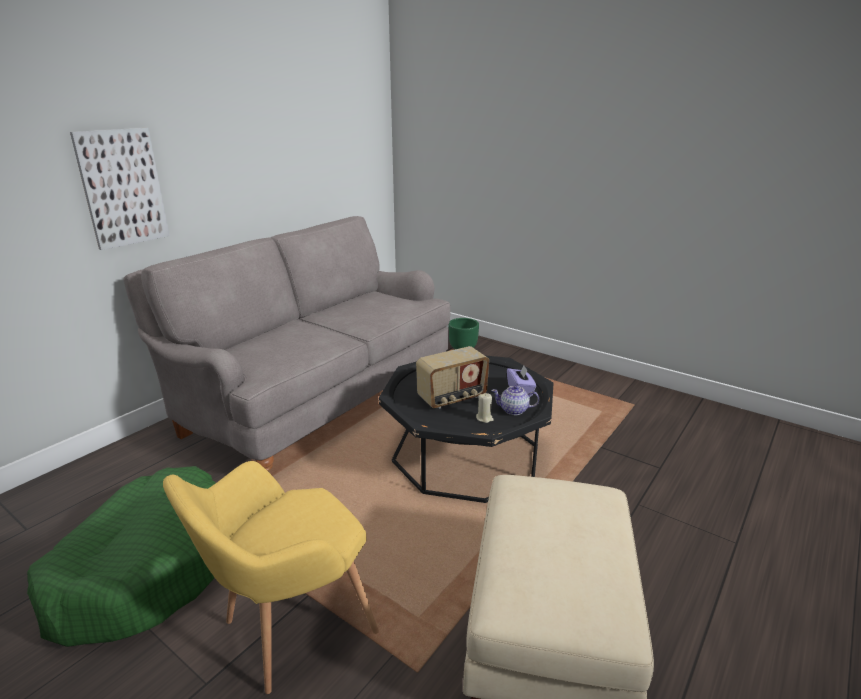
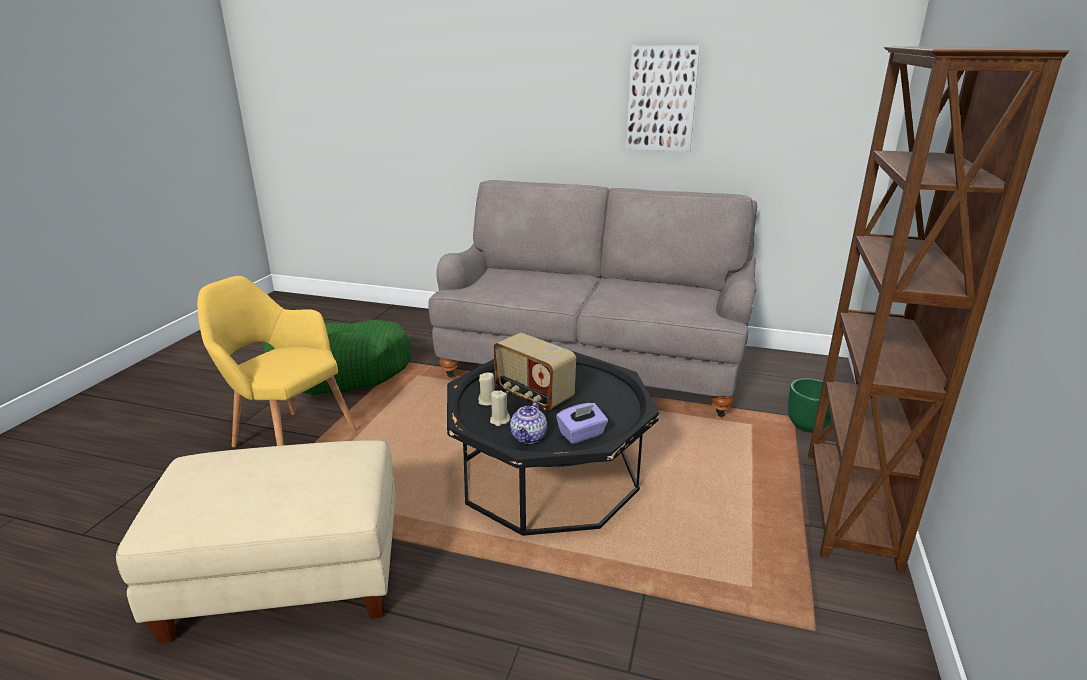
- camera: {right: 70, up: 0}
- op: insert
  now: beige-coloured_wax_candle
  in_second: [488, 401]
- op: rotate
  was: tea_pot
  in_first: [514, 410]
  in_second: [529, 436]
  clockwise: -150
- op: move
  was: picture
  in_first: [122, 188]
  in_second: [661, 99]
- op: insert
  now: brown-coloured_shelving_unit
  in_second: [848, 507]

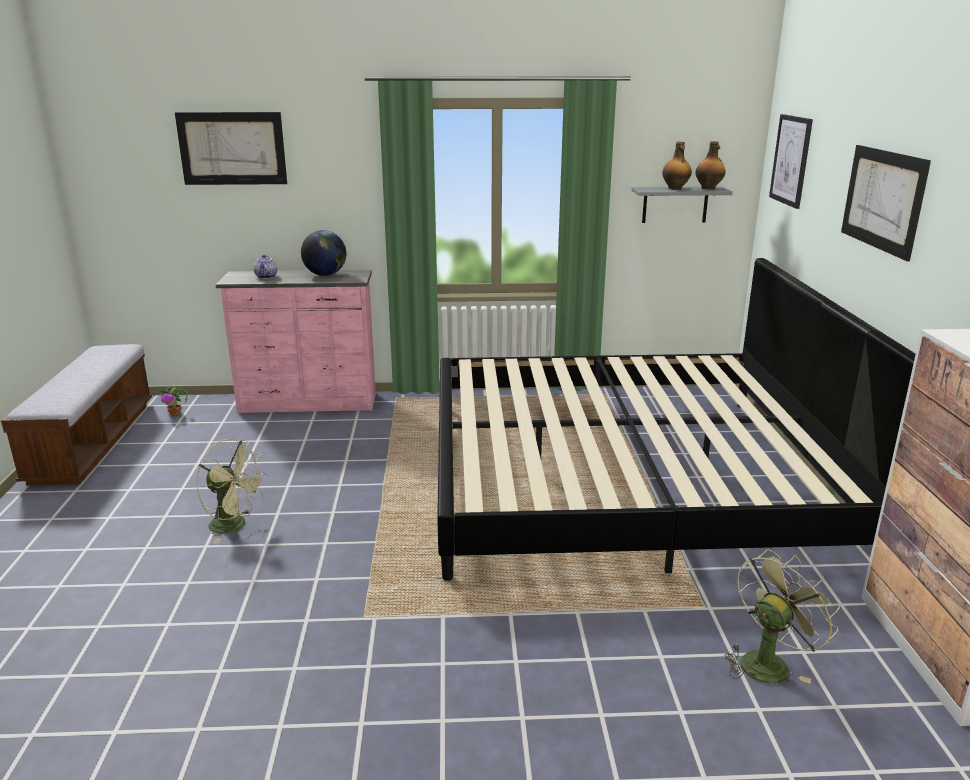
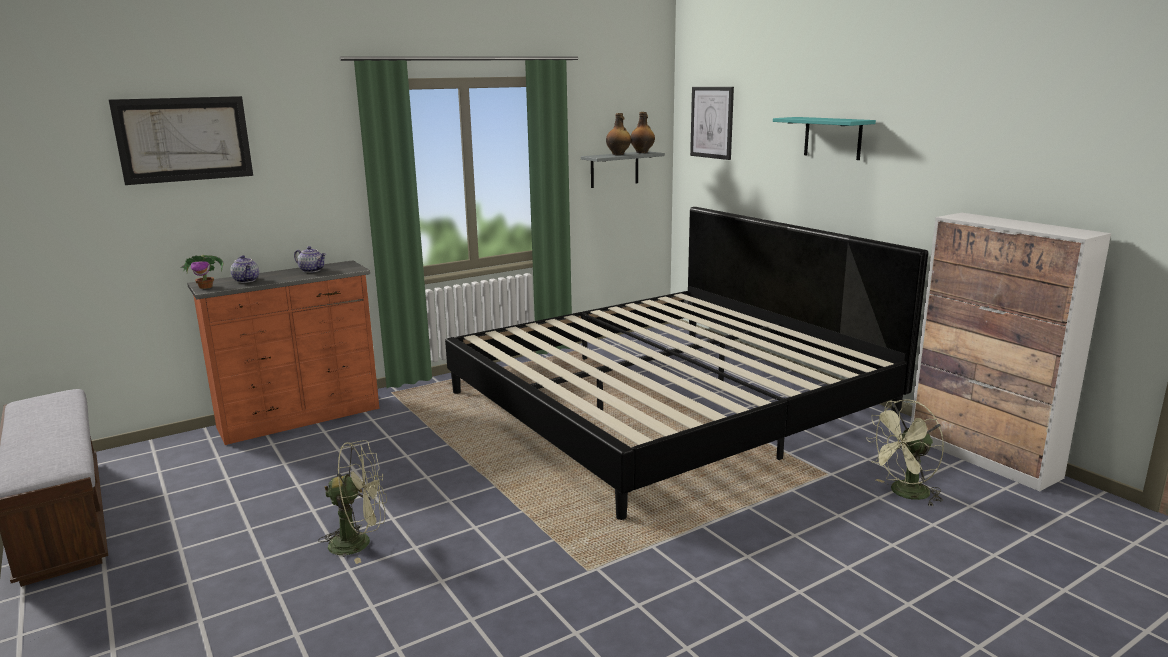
- camera: {right: -30, up: -5}
- op: move
  was: potted_plant
  in_first: [175, 413]
  in_second: [206, 287]
- op: recolor
  was: pinkish_chest_of_drawers
  now: orange_chest_of_drawers
  in_first: [308, 403]
  in_second: [301, 418]
- op: replace
  was: desk_globe
  now: tea_pot
  in_first: [325, 275]
  in_second: [312, 270]
- op: replace
  was: picture
  now: turquoise_wall_shelf
  in_first: [882, 199]
  in_second: [832, 138]
- op: rotate
  was: green-coloured_cooling_fan
  in_first: [768, 661]
  in_second: [904, 494]
  clockwise: -135

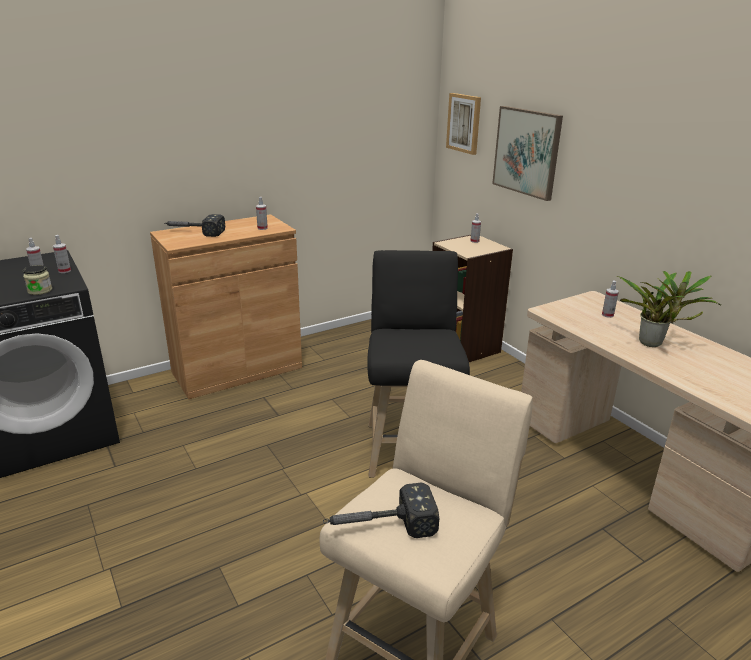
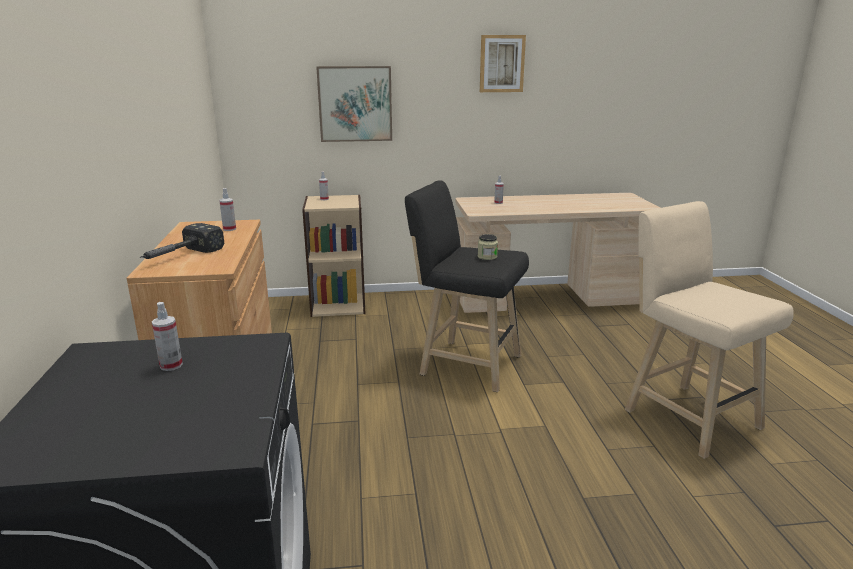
- camera: {right: -65, up: -5}
- op: move
  was: preserve_jar
  in_first: [40, 290]
  in_second: [487, 257]
- op: move
  was: picture
  in_first: [464, 123]
  in_second: [501, 63]
- op: delete
  was: spray_bottle
  in_first: [64, 271]
- op: delete
  was: tool_hammer
  in_first: [378, 526]
- op: delete
  was: potted_plant
  in_first: [653, 344]

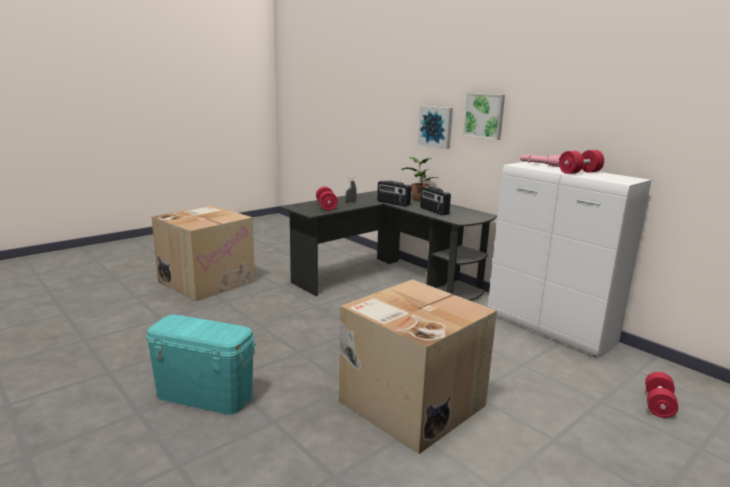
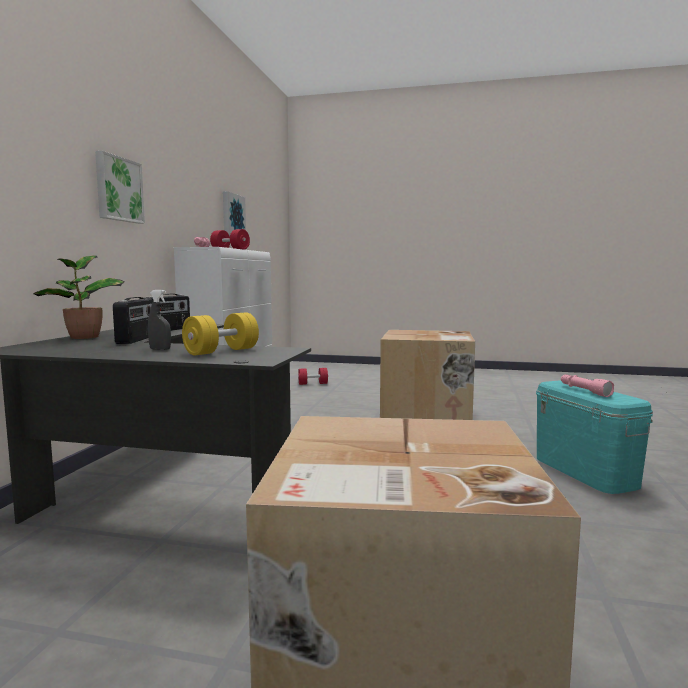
- camera: {right: -125, up: -10}
- op: recolor
  was: reddish_dumbbell
  now: yellow_dumbbell
  in_first: [326, 206]
  in_second: [221, 351]
- op: move
  was: picture
  in_first: [436, 126]
  in_second: [232, 215]
- op: insert
  now: pinkish_torch
  in_second: [584, 391]

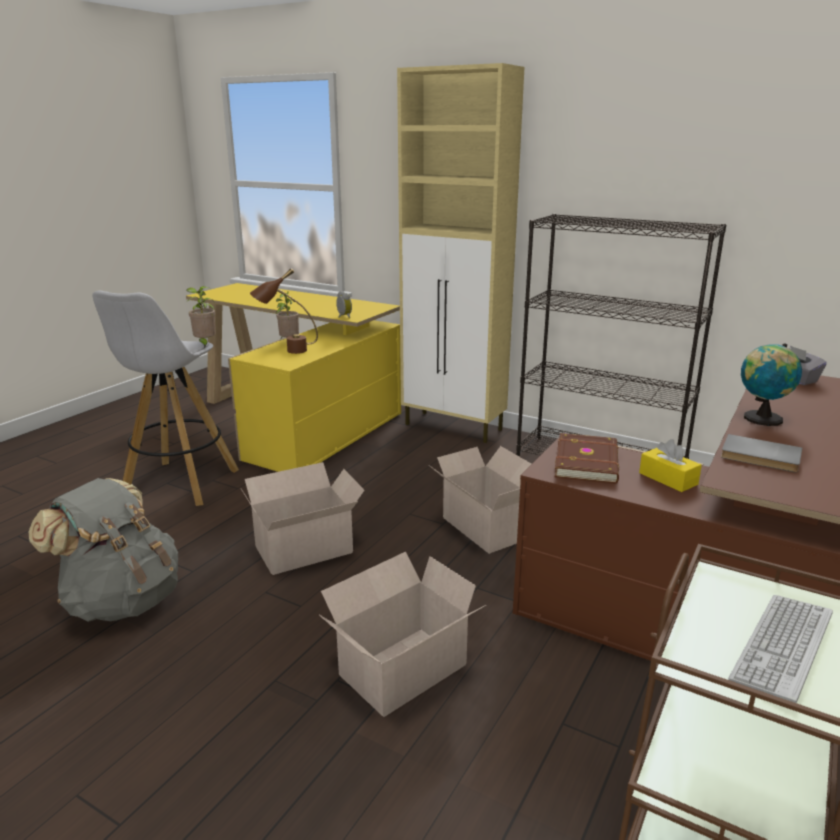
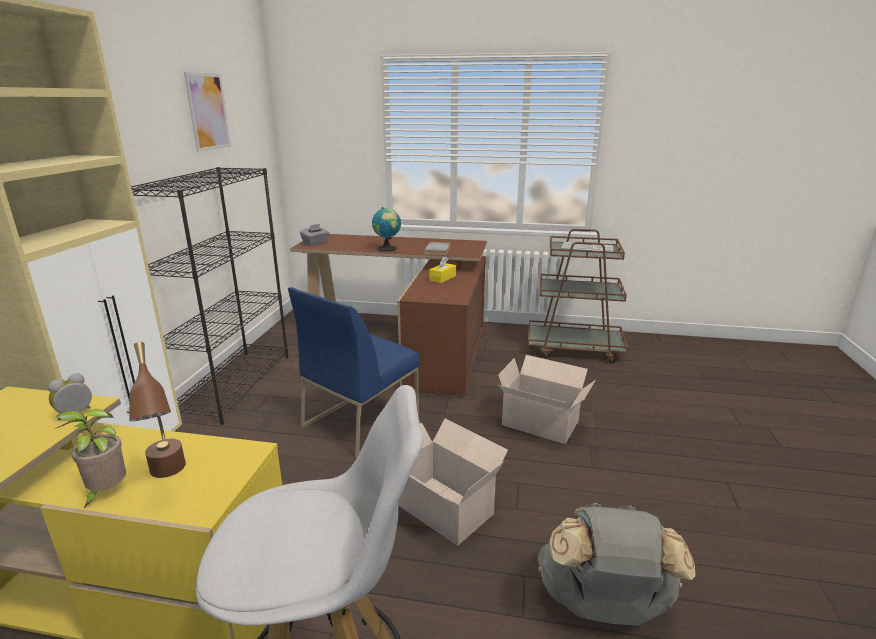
- camera: {right: -110, up: 0}
- op: insert
  now: picture
  in_second: [208, 112]
- op: replace
  was: cardboard_box
  now: blue_upright_chair
  in_first: [485, 526]
  in_second: [361, 421]
- op: delete
  was: potted_plant
  in_first: [205, 344]
- op: delete
  was: brown-coloured_bound_book
  in_first: [588, 462]

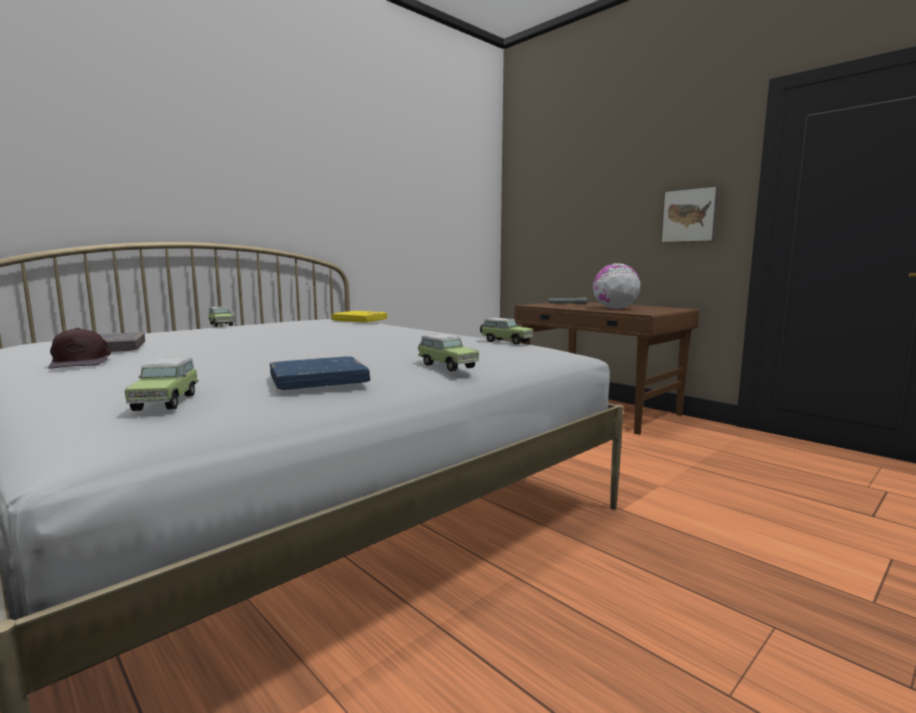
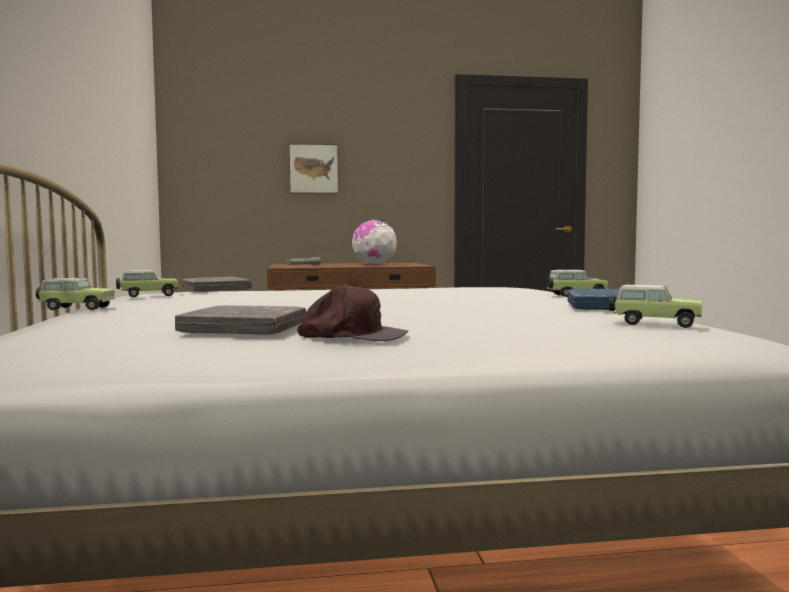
- camera: {right: -55, up: -5}
- op: move
  was: miniature_car
  in_first: [505, 341]
  in_second: [147, 296]
- op: recolor
  was: yellow_bound_book
  now: grey_bound_book
  in_first: [359, 320]
  in_second: [216, 289]
- op: move
  was: picture
  in_first: [690, 215]
  in_second: [313, 169]

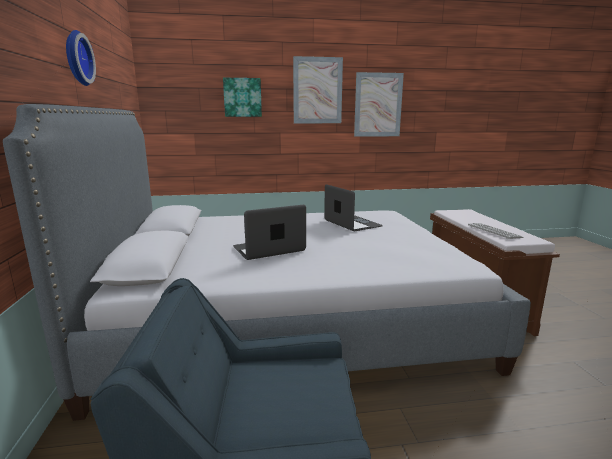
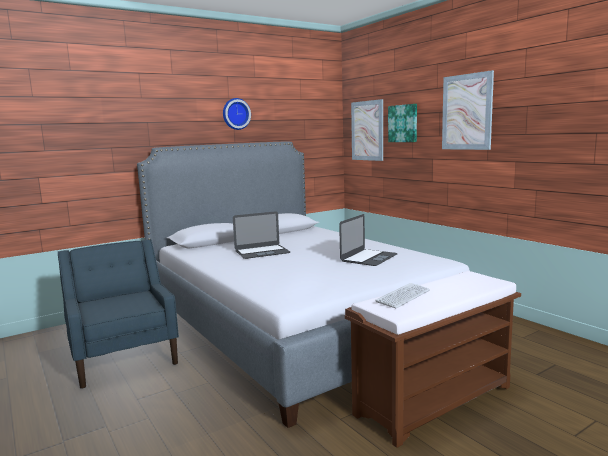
- camera: {right: 65, up: -5}
- op: rotate
  was: notebook_computer
  in_first: [269, 249]
  in_second: [262, 252]
  clockwise: 120
- op: move
  was: picture
  in_first: [378, 105]
  in_second: [367, 130]

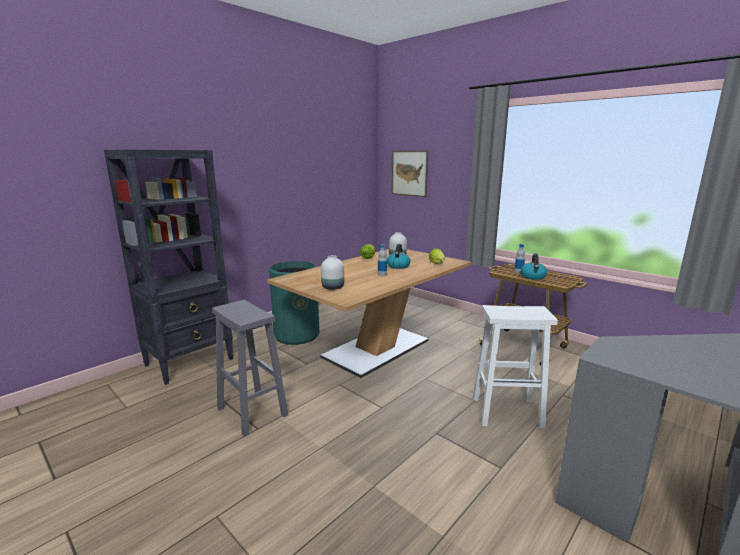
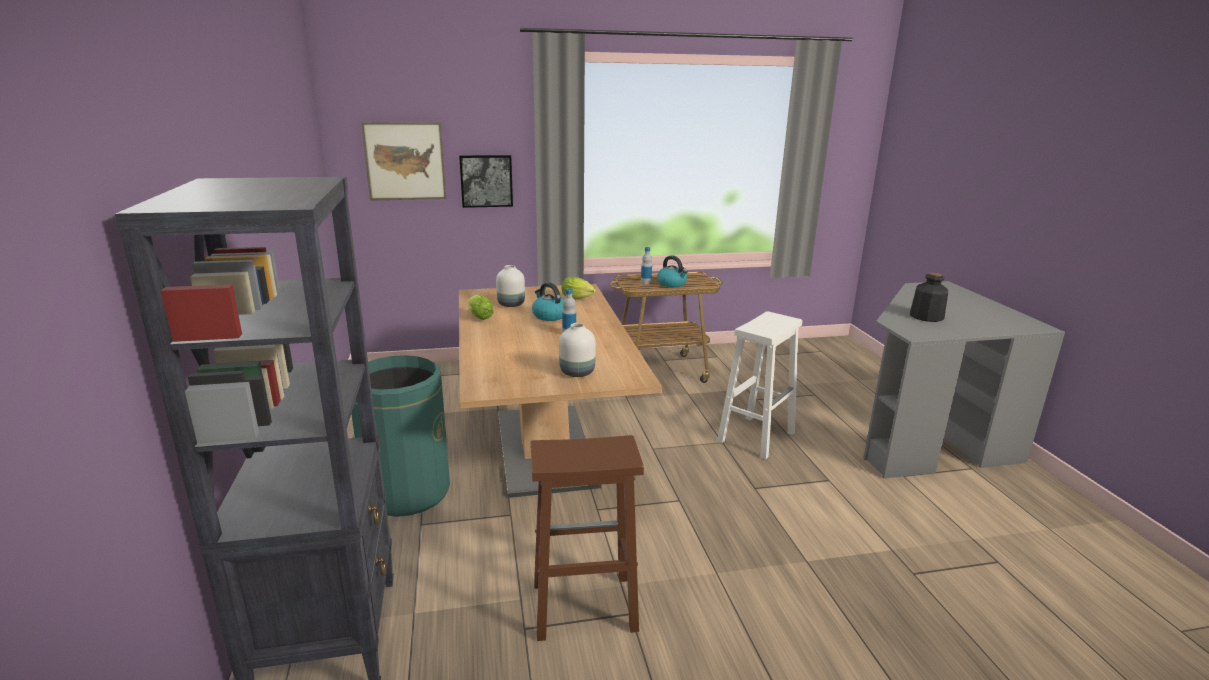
- camera: {right: -55, up: 5}
- op: insert
  now: picture
  in_second: [486, 180]
- op: recolor
  was: grey_sitting_stool
  now: brown-coloured_sitting_stool
  in_first: [251, 411]
  in_second: [582, 607]
- op: insert
  now: drink_bottle
  in_second: [926, 316]

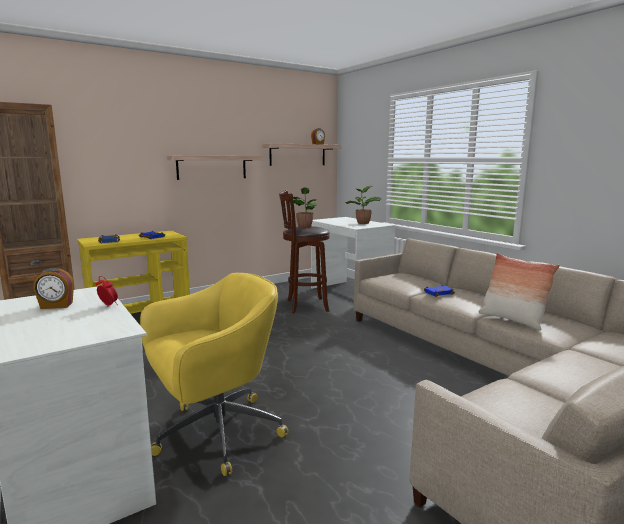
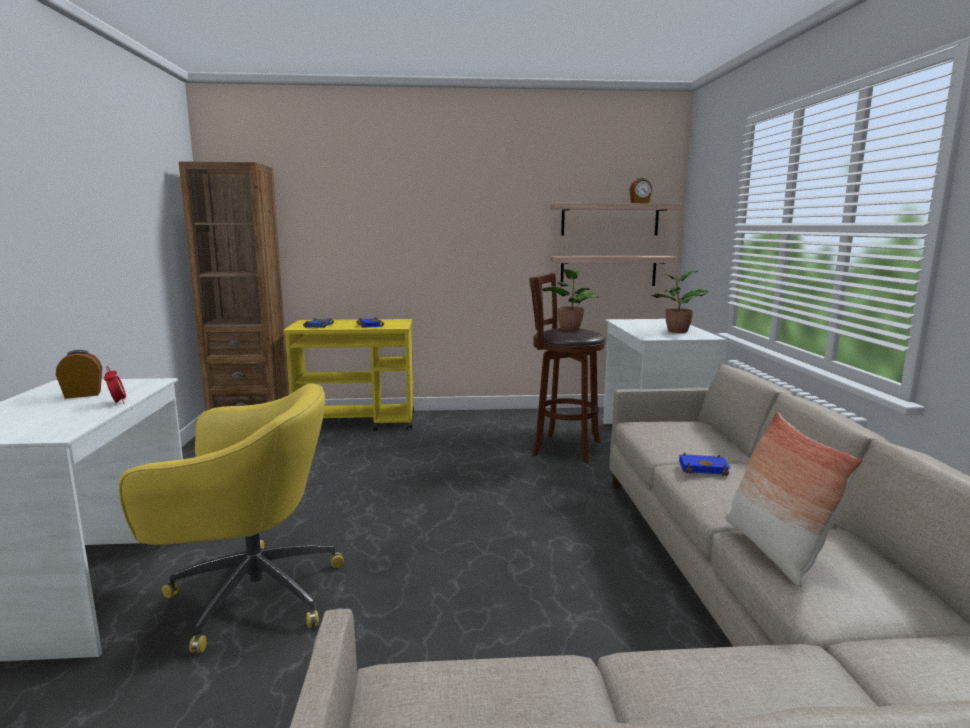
- camera: {right: 30, up: 0}
- op: rotate
  was: bedside_clock
  in_first: [56, 306]
  in_second: [83, 394]
  clockwise: 135
- op: move
  was: wall_shelf
  in_first: [212, 167]
  in_second: [608, 271]

